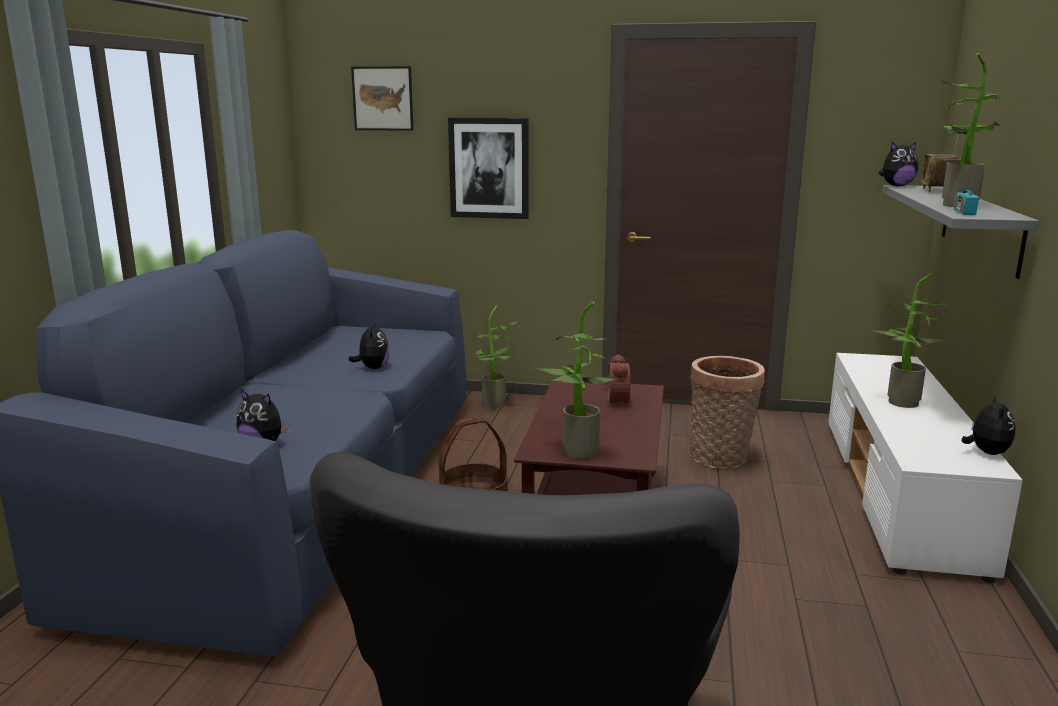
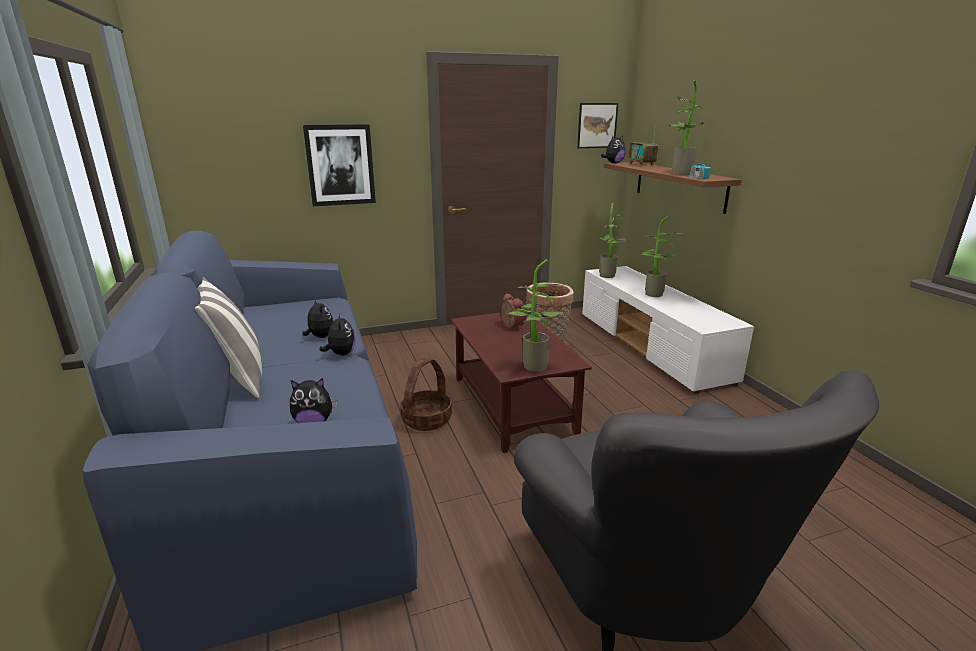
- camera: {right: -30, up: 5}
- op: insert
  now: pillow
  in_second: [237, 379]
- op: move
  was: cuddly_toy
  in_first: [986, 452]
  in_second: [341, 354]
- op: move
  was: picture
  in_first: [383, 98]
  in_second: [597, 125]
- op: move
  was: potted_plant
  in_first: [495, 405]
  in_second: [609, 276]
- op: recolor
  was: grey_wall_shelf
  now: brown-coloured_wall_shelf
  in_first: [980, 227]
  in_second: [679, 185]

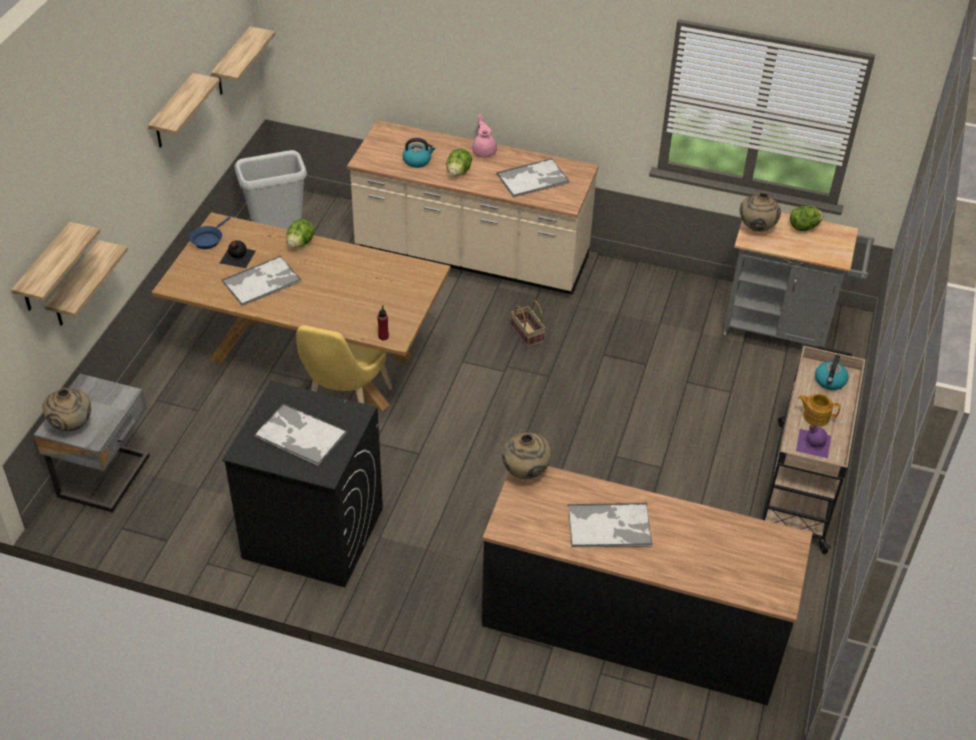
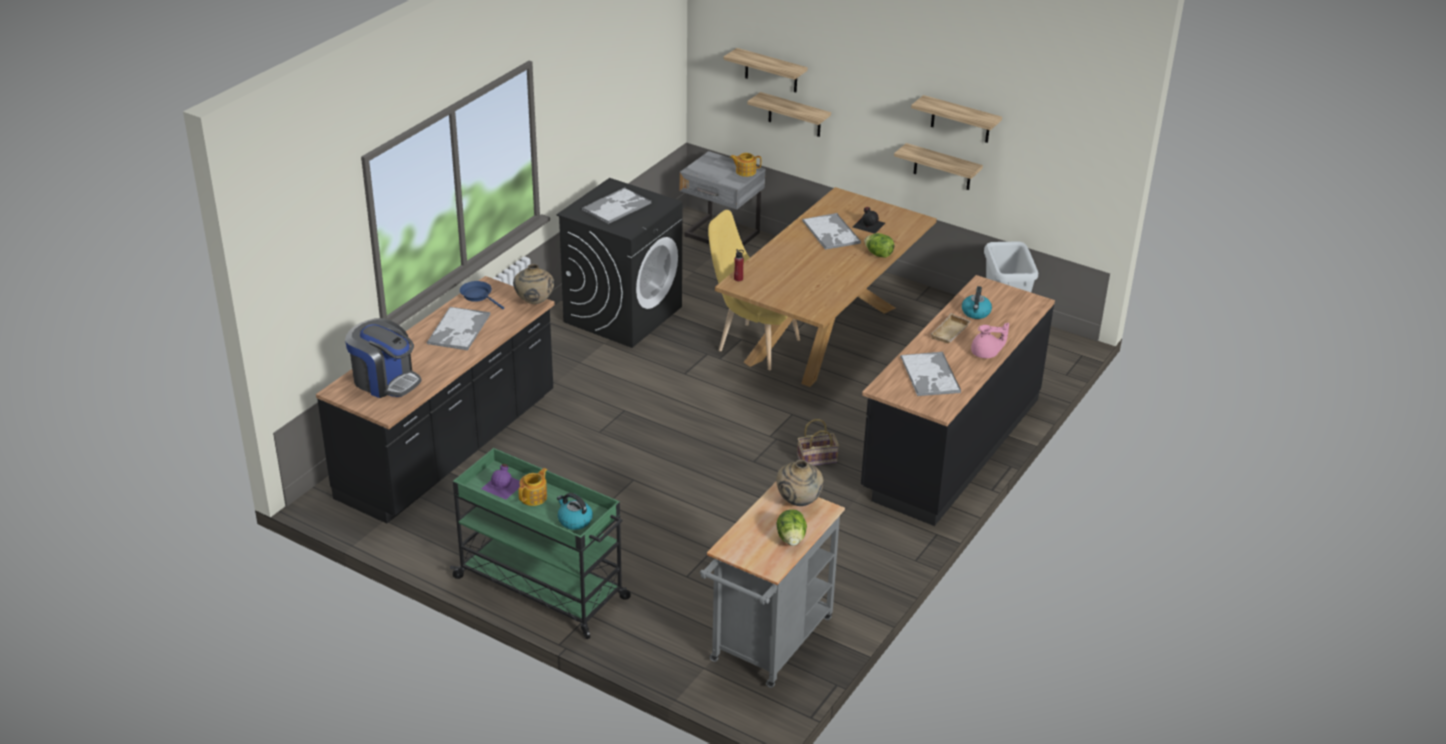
- camera: {right: 105, up: -10}
- op: insert
  now: coffee_brewer
  in_second: [385, 381]
- op: recolor
  was: beige-coloured_cart
  now: green-coloured_cart
  in_first: [801, 484]
  in_second: [543, 589]
- op: move
  was: blue_pan
  in_first: [208, 239]
  in_second: [478, 296]
- op: insert
  now: tea_pot
  in_second: [745, 171]
- op: recolor
  was: beige-coloured_kitchen_counter
  now: black_kitchen_counter
  in_first: [471, 256]
  in_second: [950, 445]
- op: move
  was: wall_shelf
  in_first: [232, 63]
  in_second: [942, 167]
- op: replace
  was: lettuce_head
  now: beige-coloured_serving_tray
  in_first: [458, 172]
  in_second: [951, 333]
- op: delete
  was: beige-coloured_flower_vase
  in_first: [72, 425]

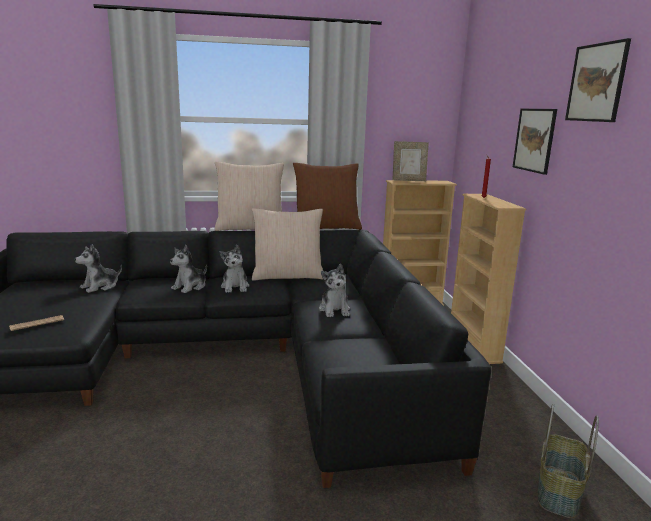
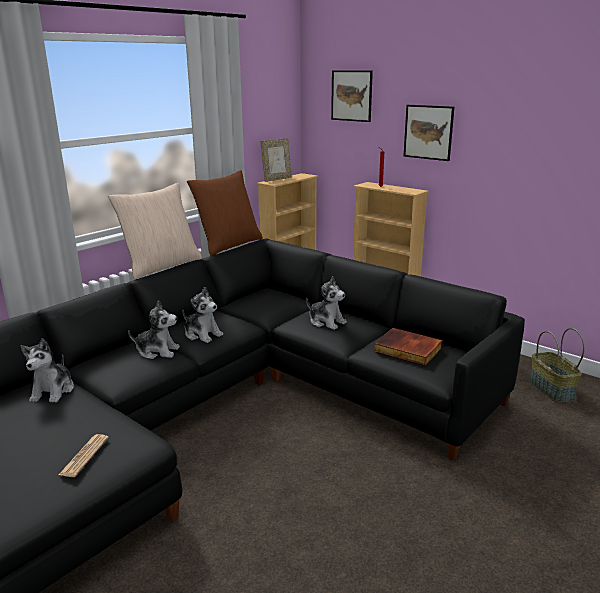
- camera: {right: -40, up: 5}
- op: rotate
  was: cuddly_toy
  in_first: [190, 287]
  in_second: [157, 351]
  clockwise: -75
- op: move
  was: picture
  in_first: [596, 83]
  in_second: [351, 95]
- op: insert
  now: bound_book
  in_second: [406, 350]
- op: delete
  was: beige-coloured_pillow
  in_first: [288, 276]

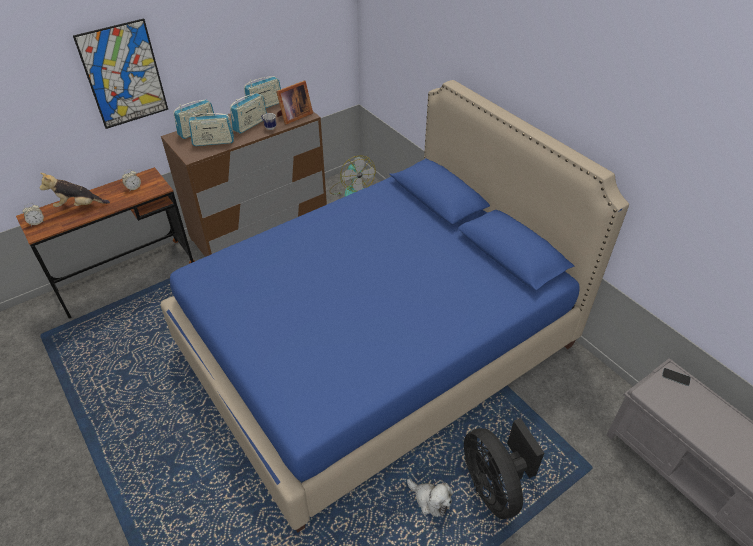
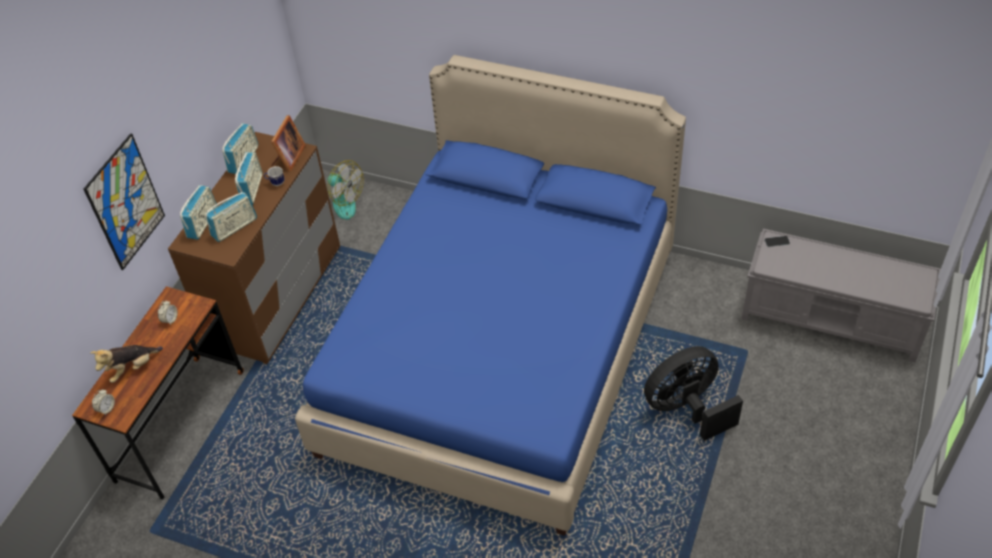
- camera: {right: -30, up: 5}
- op: rotate
  was: black_cooling_fan
  in_first: [494, 486]
  in_second: [686, 408]
  clockwise: 120
- op: delete
  was: cuddly_toy
  in_first: [430, 500]

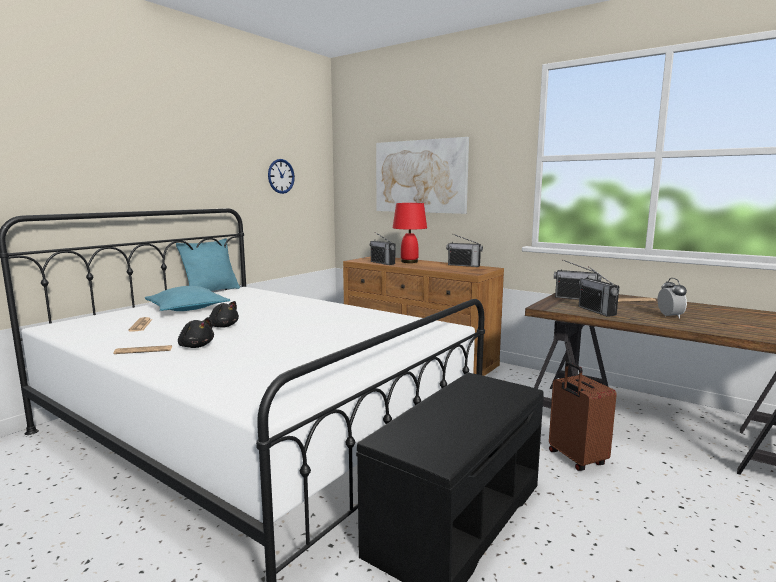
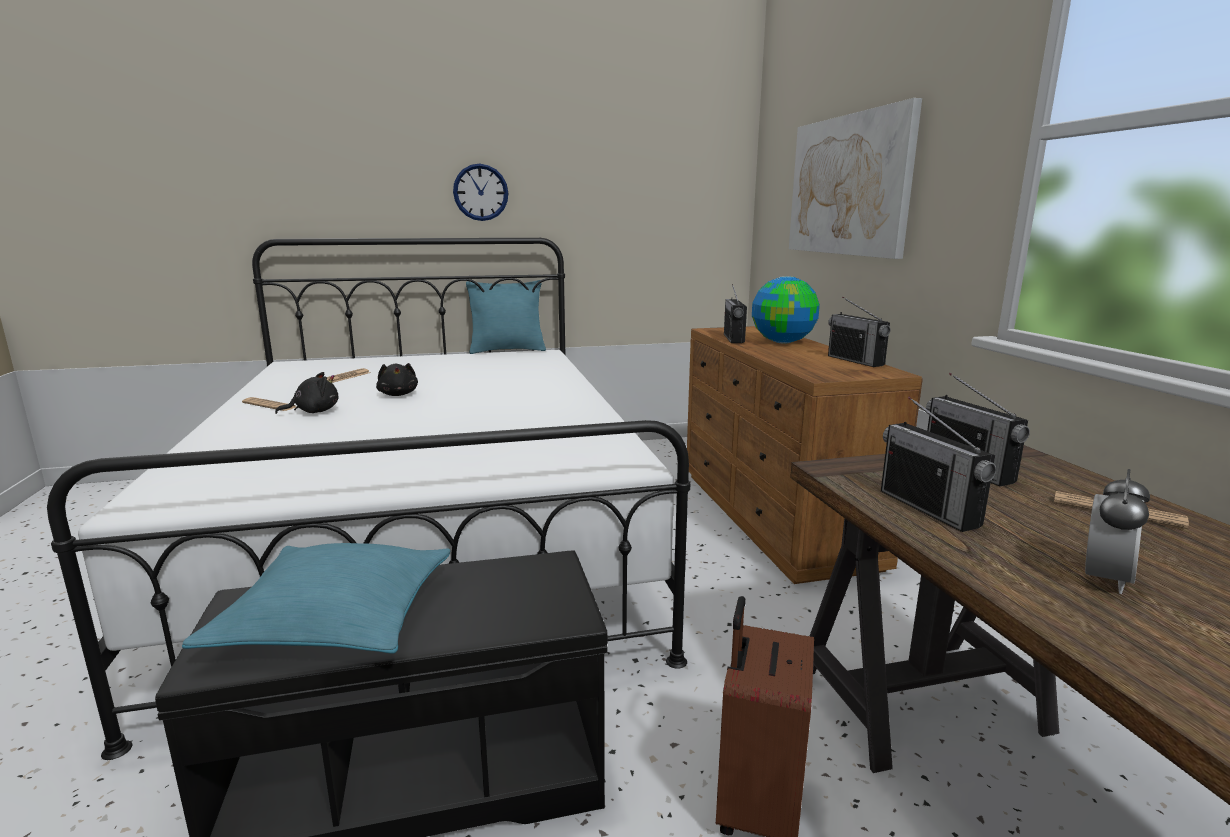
- camera: {right: 40, up: 5}
- op: move
  was: turquoise_pillow
  in_first: [187, 309]
  in_second: [336, 618]
- op: rotate
  was: black_cuddly_toy
  in_first: [196, 346]
  in_second: [314, 412]
  clockwise: -105
- op: move
  was: clock_on_the_wall
  in_first: [281, 176]
  in_second: [480, 192]
- op: replace
  was: reddish_lamp_for_a_table
  now: desk_globe
  in_first: [409, 262]
  in_second: [783, 342]
- op: rotate
  was: radio_receiver
  in_first: [596, 311]
  in_second: [928, 508]
  clockwise: -45

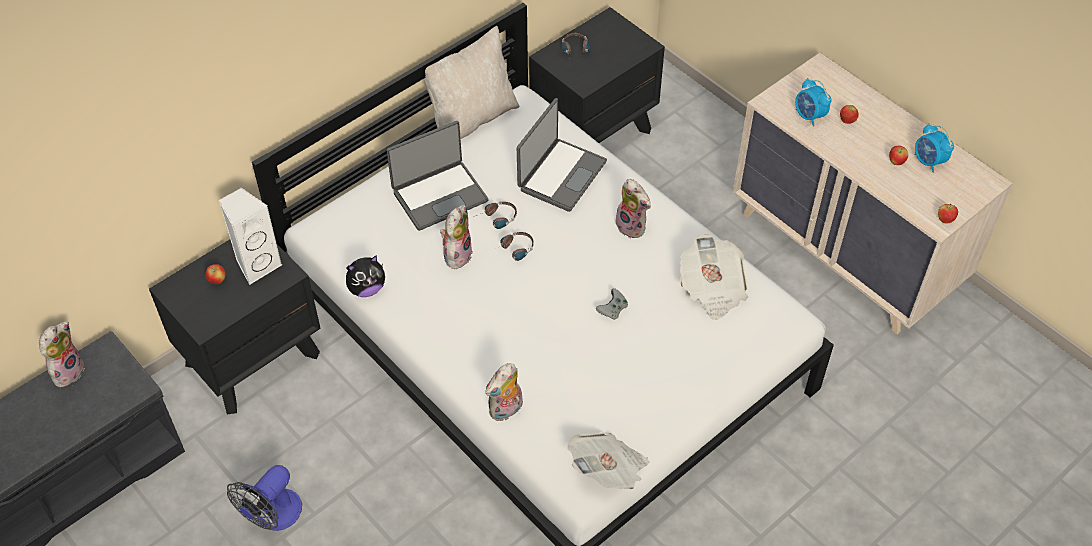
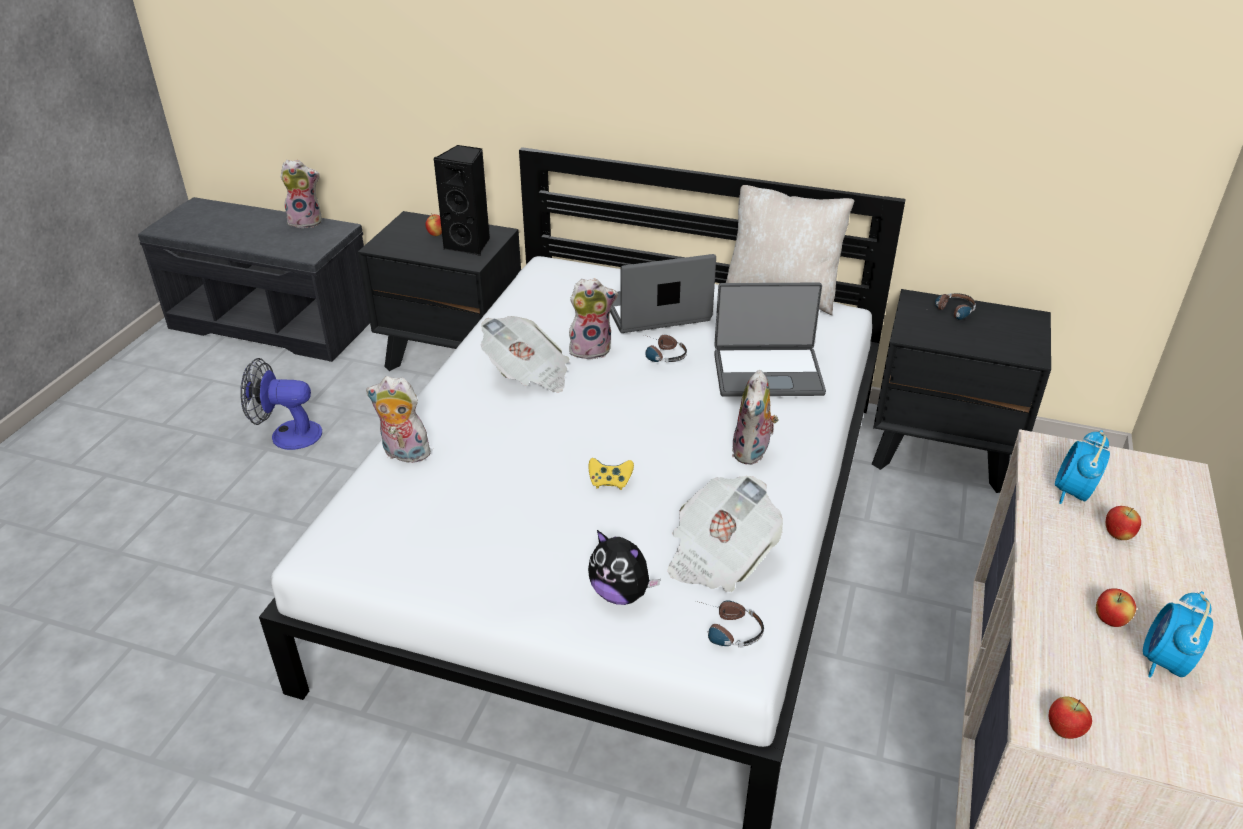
- camera: {right: 60, up: -15}
- op: recolor
  was: white-coloured_speaker
  now: black_speaker
  in_first: [257, 264]
  in_second: [470, 245]
- op: move
  was: newspaper
  in_first: [608, 470]
  in_second: [528, 374]
- op: recolor
  was: grey_joypad
  now: yellow_joypad
  in_first: [612, 310]
  in_second: [610, 482]
- op: move
  was: cuddly_toy
  in_first: [366, 289]
  in_second: [621, 593]
- op: rotate
  was: notebook_computer
  in_first: [439, 195]
  in_second: [657, 312]
  clockwise: 135
- op: move
  was: pair_of_headphones
  in_first: [513, 251]
  in_second: [725, 630]

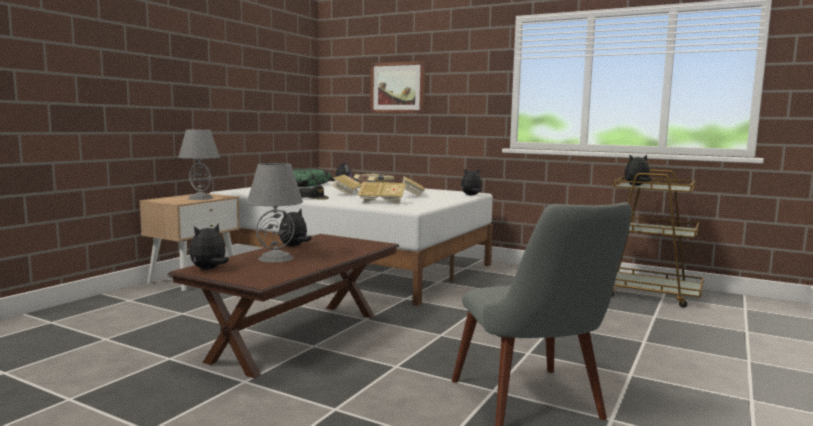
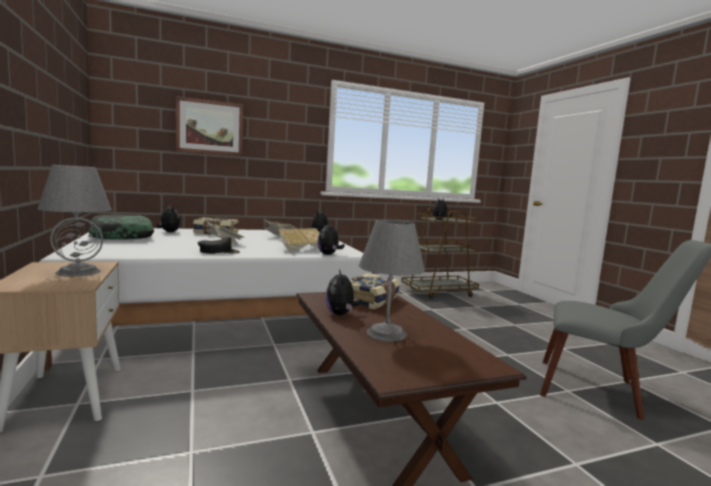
- camera: {right: -50, up: 0}
- op: move
  was: cuddly_toy
  in_first: [209, 269]
  in_second: [329, 254]
- op: insert
  now: bound_book
  in_second: [371, 301]

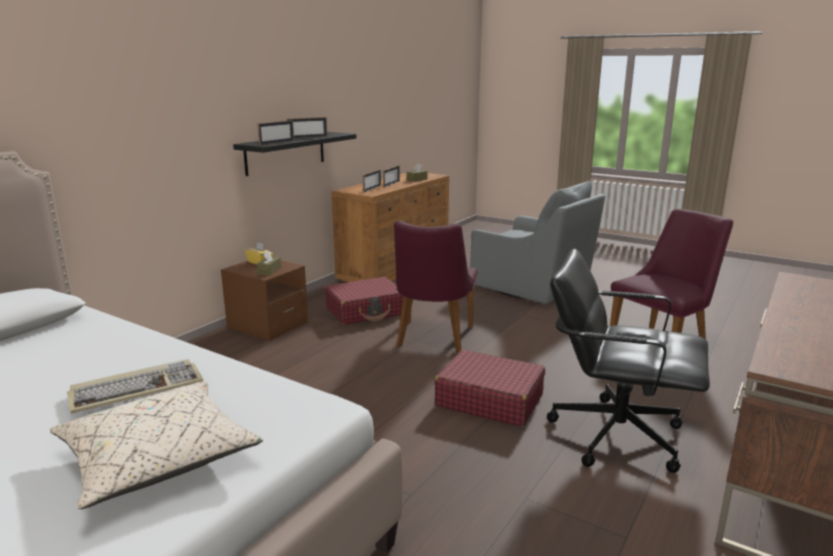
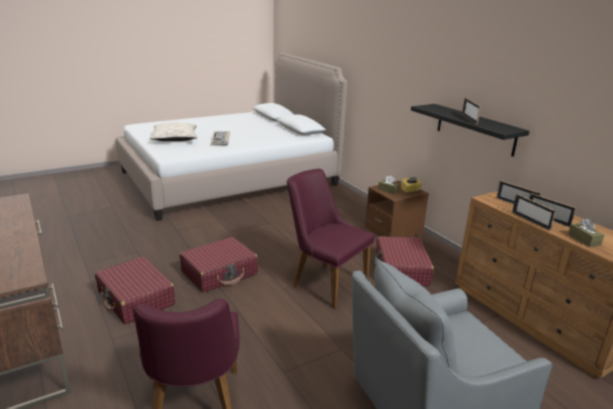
- camera: {right: 115, up: 5}
- op: replace
  was: black_office_chair
  now: reddish_piece_of_luggage
  in_first: [615, 434]
  in_second: [136, 299]
- op: move
  was: standing_frame
  in_first: [277, 143]
  in_second: [530, 221]

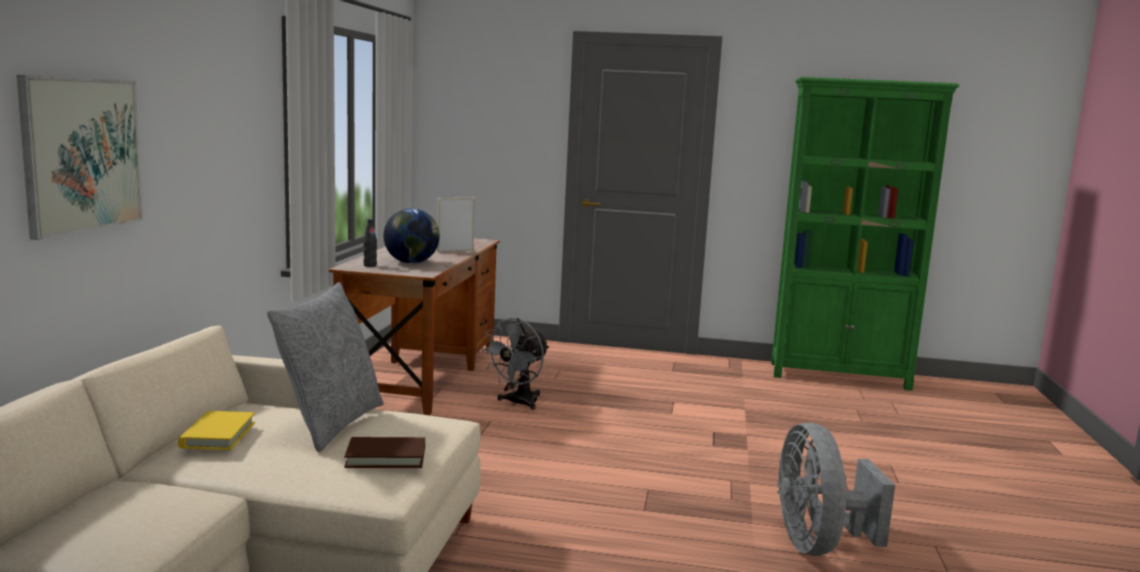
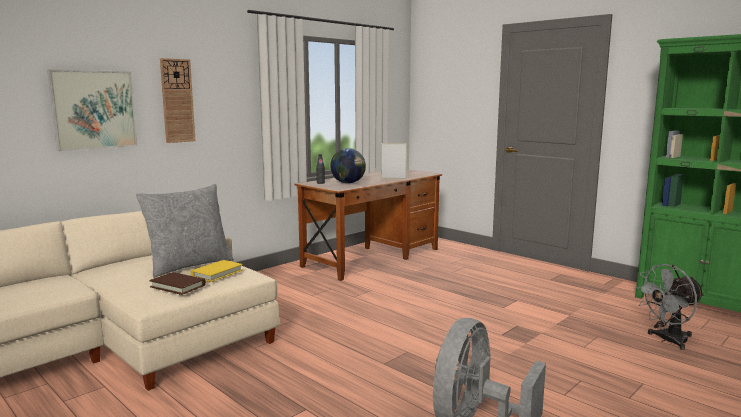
- camera: {right: 35, up: 0}
- op: insert
  now: clock_on_the_wall
  in_second: [177, 101]
- op: move
  was: yellow_bound_book
  in_first: [218, 435]
  in_second: [217, 273]
- op: move
  was: grey_cooling_fan
  in_first: [518, 403]
  in_second: [667, 340]

